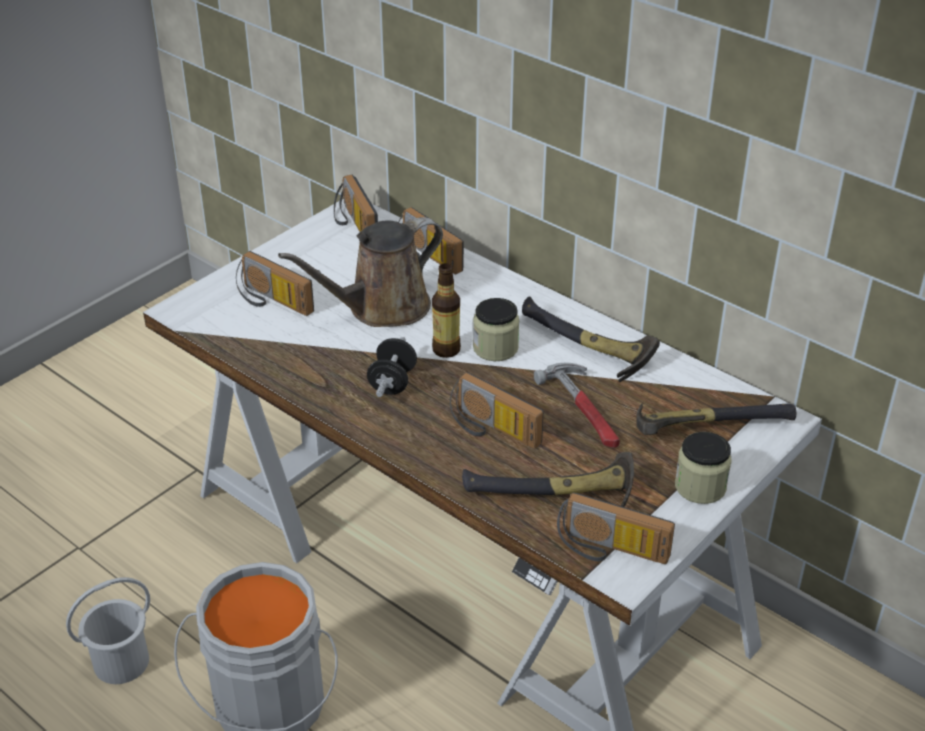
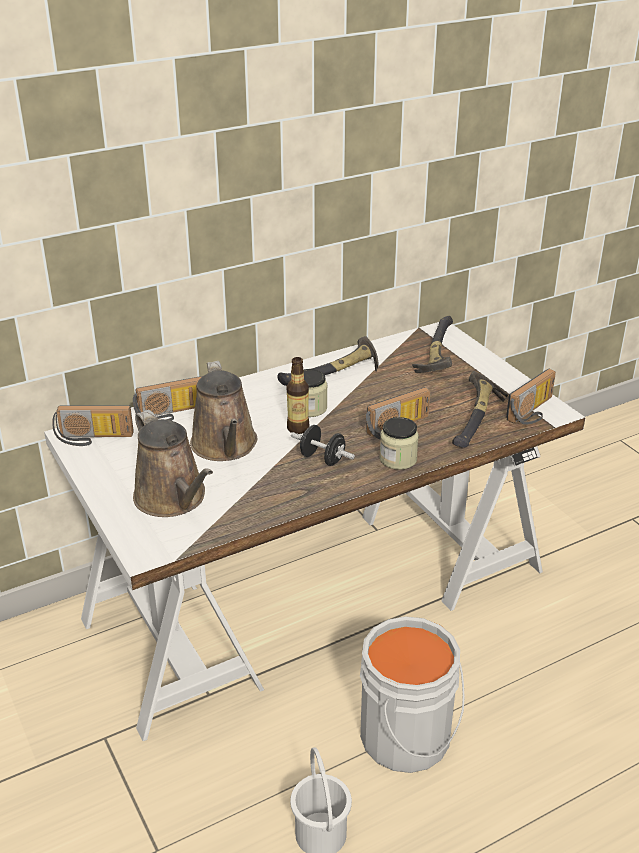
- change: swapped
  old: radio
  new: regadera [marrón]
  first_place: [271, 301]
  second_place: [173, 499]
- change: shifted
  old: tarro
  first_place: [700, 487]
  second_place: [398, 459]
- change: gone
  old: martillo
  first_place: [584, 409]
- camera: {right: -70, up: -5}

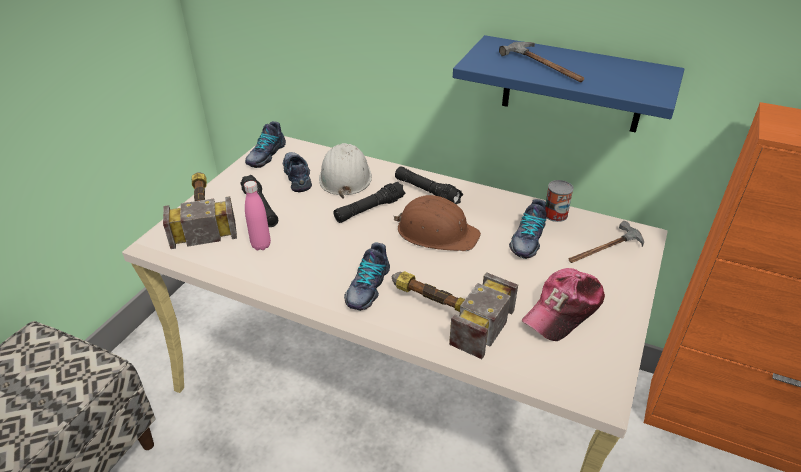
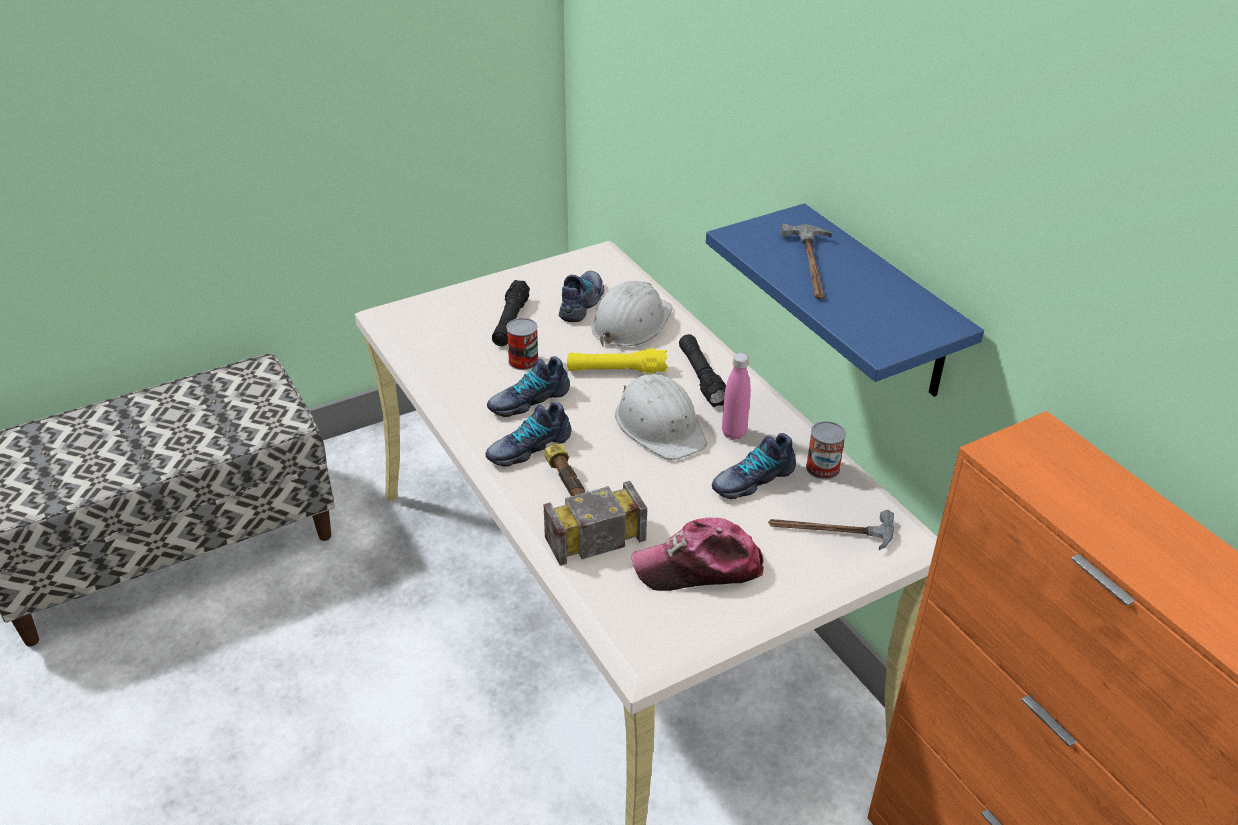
- change: shifted
  old: zapato
  first_place: [265, 155]
  second_place: [528, 400]
- change: new
  new: lata
  second_place: [523, 361]
- change: repainted
  old: linterna [negro]
  new: linterna [amarillo]
  first_place: [369, 209]
  second_place: [616, 370]
- change: repainted
  old: casco [marrón]
  new: casco [blanco]
  first_place: [436, 232]
  second_place: [660, 426]
- change: shifted
  old: botella [rosa]
  first_place: [261, 245]
  second_place: [733, 433]
- change: gone
  old: martillo
  first_place: [202, 213]
- camera: {right: 35, up: 0}

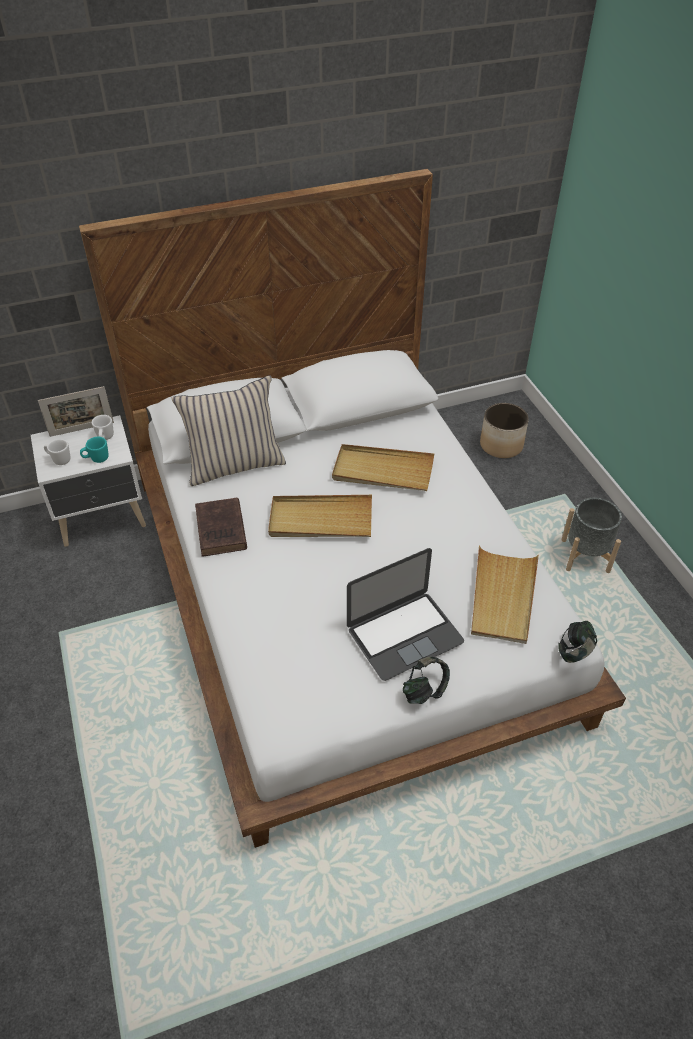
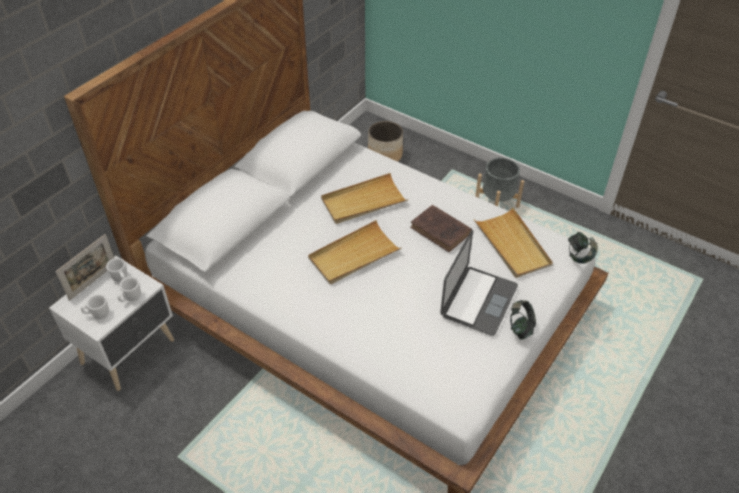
- change: repainted
  old: taza grande [turquesa]
  new: taza grande [blanco]
  first_place: [96, 459]
  second_place: [130, 298]
- change: shifted
  old: libro [marrón]
  first_place: [221, 531]
  second_place: [441, 231]
- change: gone
  old: cojín [beis]
  first_place: [234, 465]
- camera: {right: -35, up: 0}

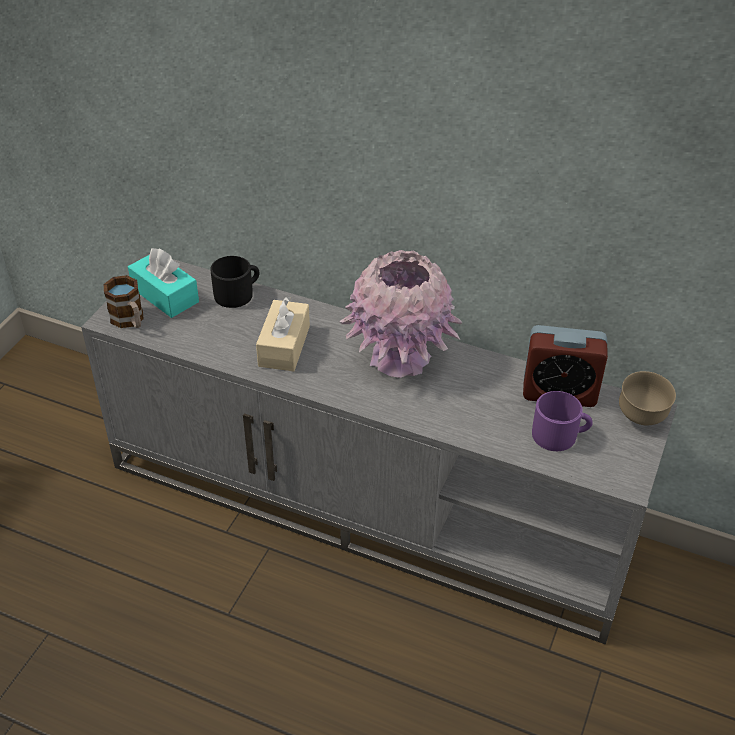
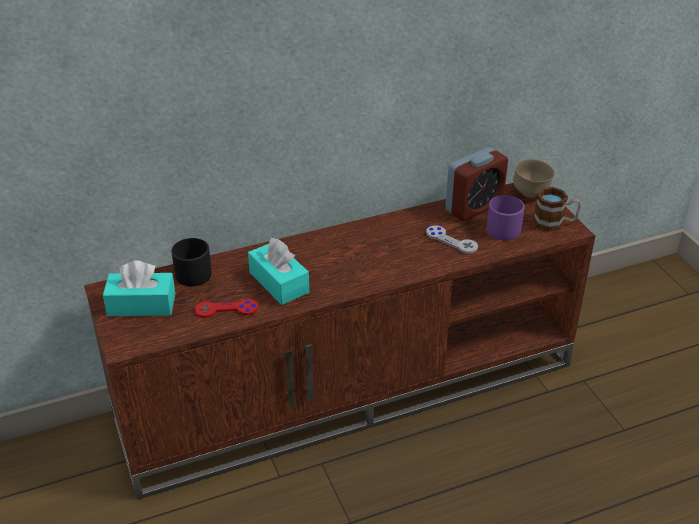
- change: repainted
  old: mueble de televisión [gris]
  new: mueble de televisión [marrón]
  first_place: [371, 504]
  second_place: [349, 389]
- change: new
  new: mando de consola [rojo]
  second_place: [226, 310]
- change: repainted
  old: caja de pañuelos [beis]
  new: caja de pañuelos [turquesa]
  first_place: [284, 346]
  second_place: [279, 282]
- change: new
  new: mando de consola [gris]
  second_place: [451, 240]
- change: shifted
  old: taza grande
  first_place: [130, 321]
  second_place: [555, 223]
- change: gone
  old: florero [rosa]
  first_place: [399, 357]
- camera: {right: -45, up: -5}

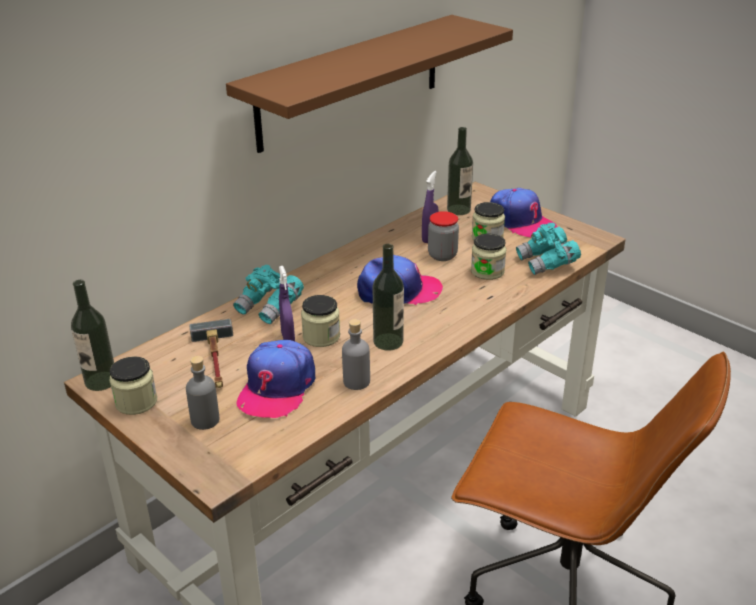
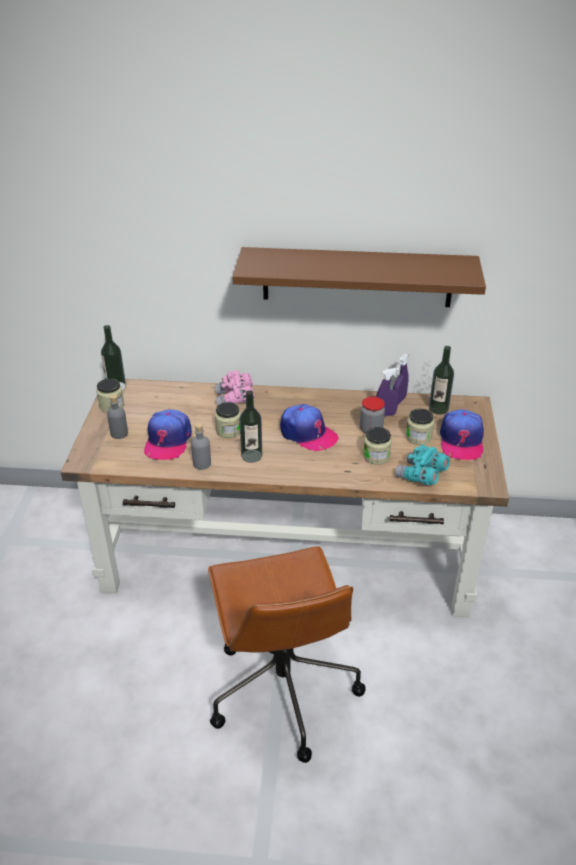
- change: rotated
  old: gorra
  first_place: [277, 388]
  second_place: [168, 440]
  degrees: -60
- change: repainted
  old: prismáticos [turquesa]
  new: prismáticos [rosa]
  first_place: [270, 307]
  second_place: [235, 399]
- change: shifted
  old: pulverizador [morado]
  first_place: [288, 339]
  second_place: [398, 400]
- change: gone
  old: martillo
  first_place: [215, 360]
- camera: {right: 50, up: 5}

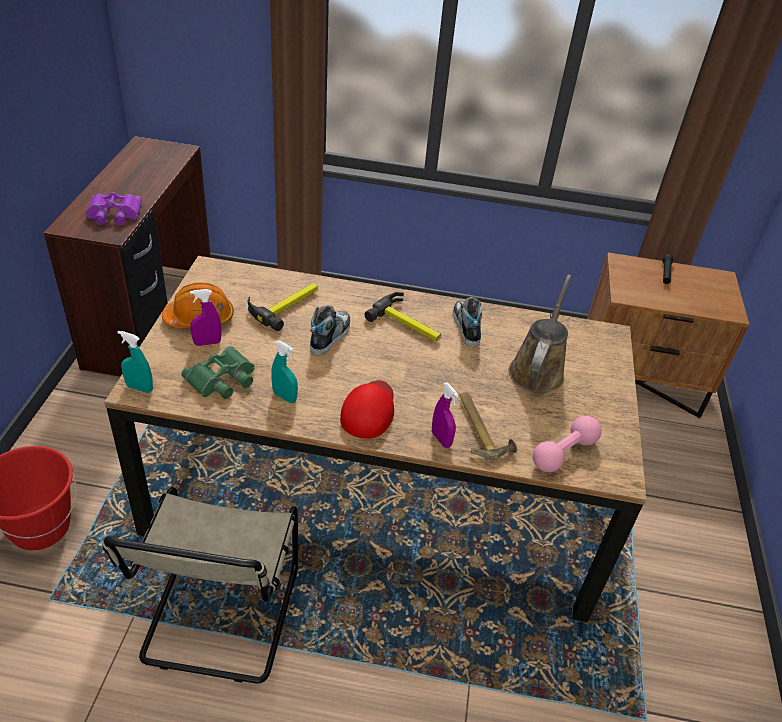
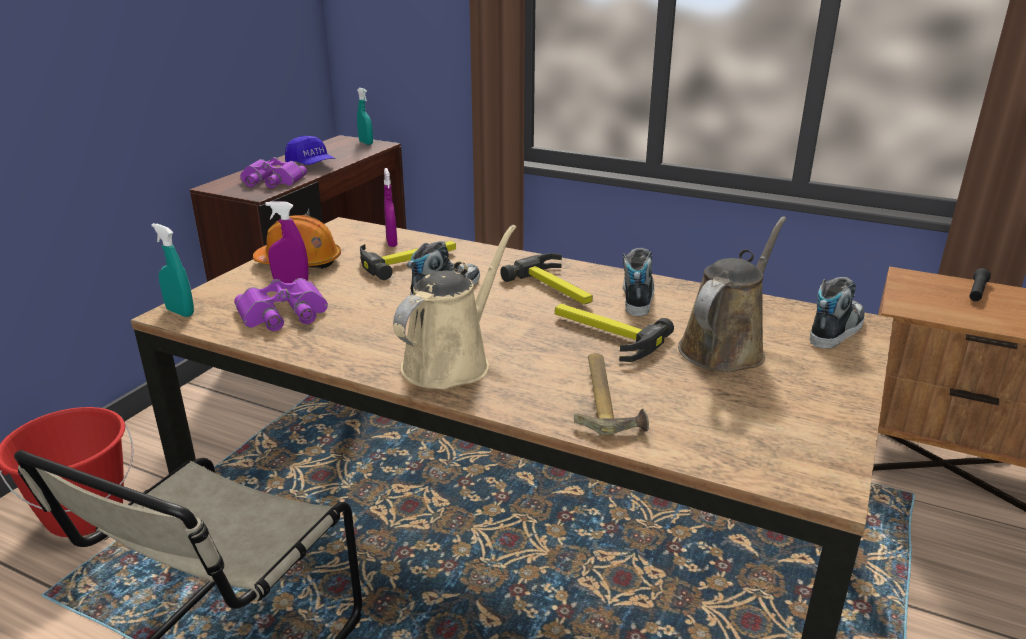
- change: repainted
  old: prismáticos [verde]
  new: prismáticos [morado]
  first_place: [222, 379]
  second_place: [283, 314]
- change: new
  new: gorra [azul]
  second_place: [311, 165]
- change: shifted
  old: pulverizador [turquesa]
  first_place: [284, 397]
  second_place: [366, 143]
- change: shifted
  old: pulverizador [morado]
  first_place: [441, 439]
  second_place: [392, 243]
- change: swapped
  old: gorra [rojo]
  new: regadera [beis]
  first_place: [369, 410]
  second_place: [451, 362]
- change: new
  new: martillo
  second_place: [603, 334]
- change: new
  new: zapato
  second_place: [835, 330]
- change: gone
  old: mancuerna [rosa]
  first_place: [564, 453]
- camera: {right: 20, up: -15}

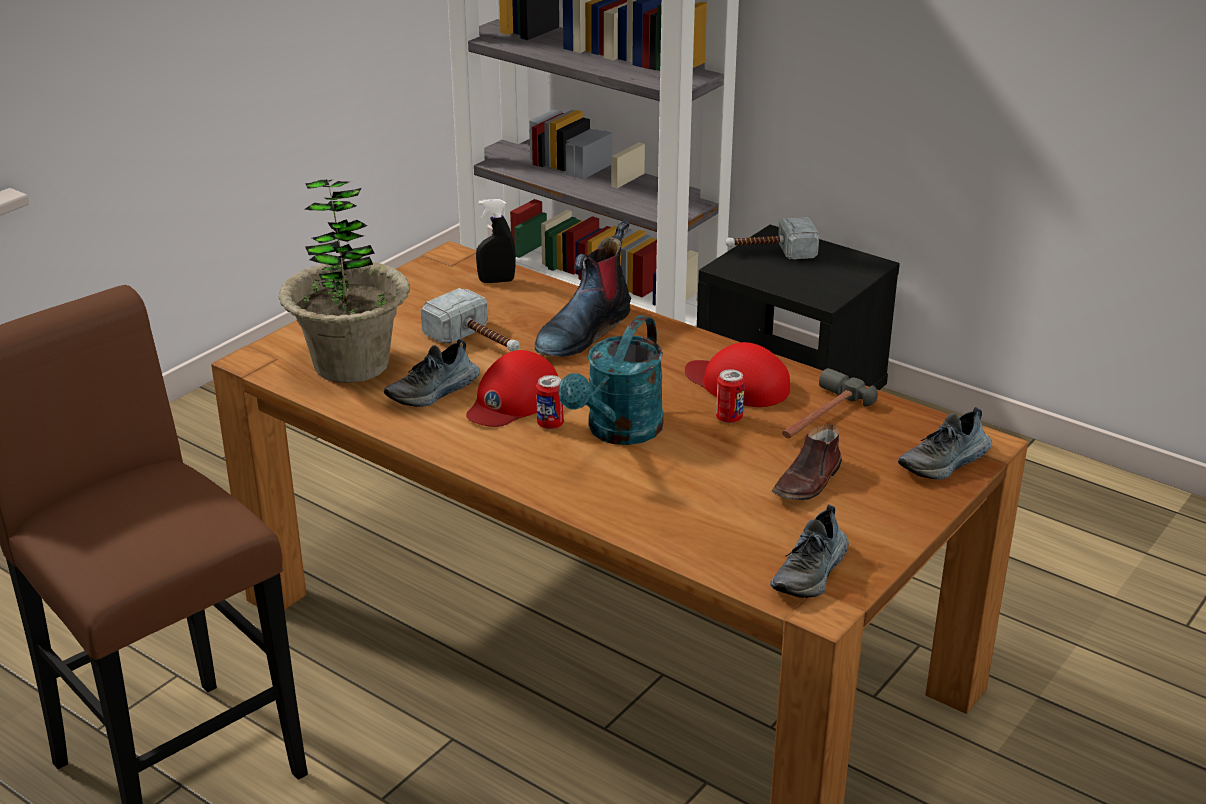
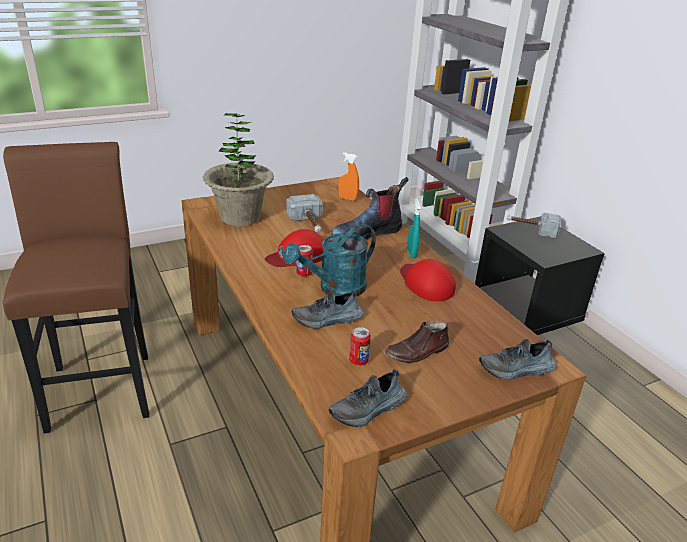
- change: shifted
  old: zapato
  first_place: [434, 392]
  second_place: [327, 320]
- change: repainted
  old: pulverizador [negro]
  new: pulverizador [naranja]
  first_place: [496, 281]
  second_place: [348, 199]
- change: shifted
  old: lata
  first_place: [729, 418]
  second_place: [358, 361]
- change: new
  new: pulverizador [turquesa]
  second_place: [411, 253]
- change: gone
  old: martillo
  first_place: [819, 417]
- camera: {right: 25, up: 0}

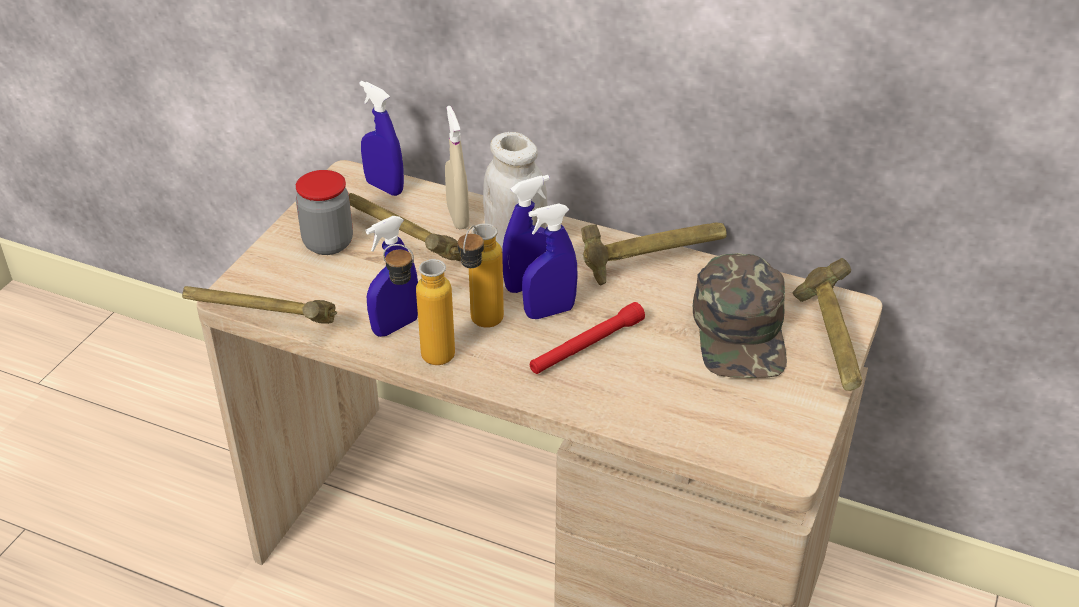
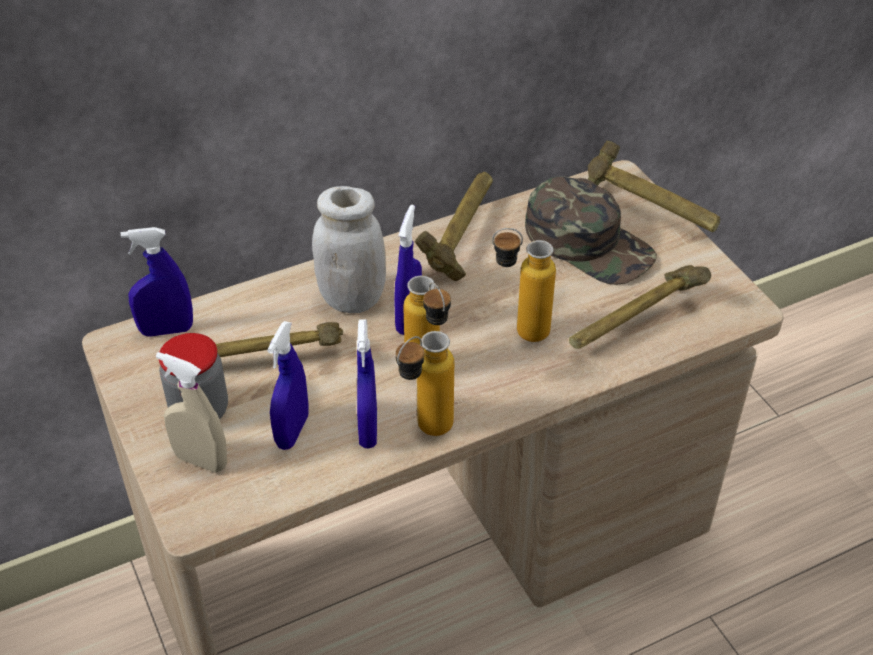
- change: shifted
  old: pulverizador [beis]
  first_place: [458, 217]
  second_place: [201, 460]
- change: shifted
  old: pulverizador [azul]
  first_place: [549, 312]
  second_place: [292, 431]
- change: swapped
  old: linterna [rojo]
  new: botella
  first_place: [586, 346]
  second_place: [519, 331]
- change: shifted
  old: martillo
  first_place: [262, 321]
  second_place: [633, 324]
- camera: {right: -50, up: 5}

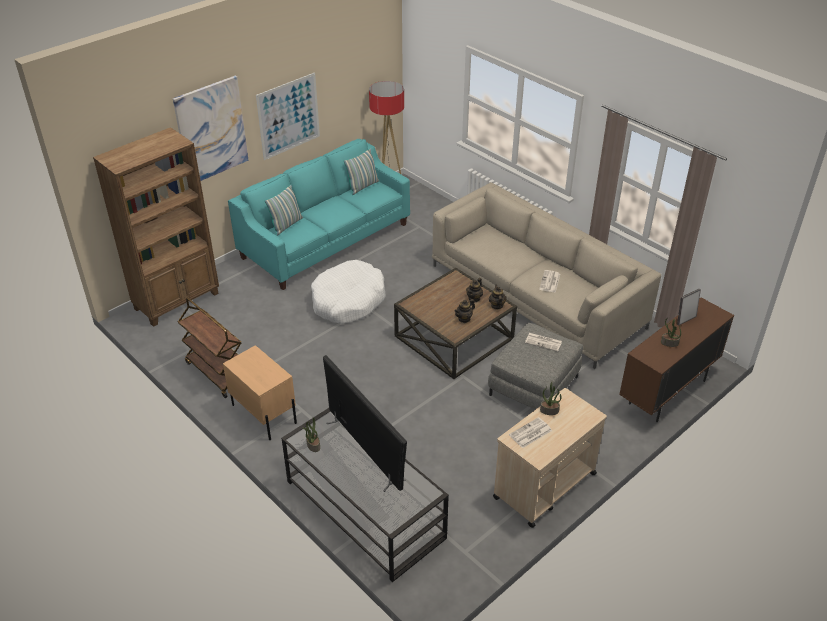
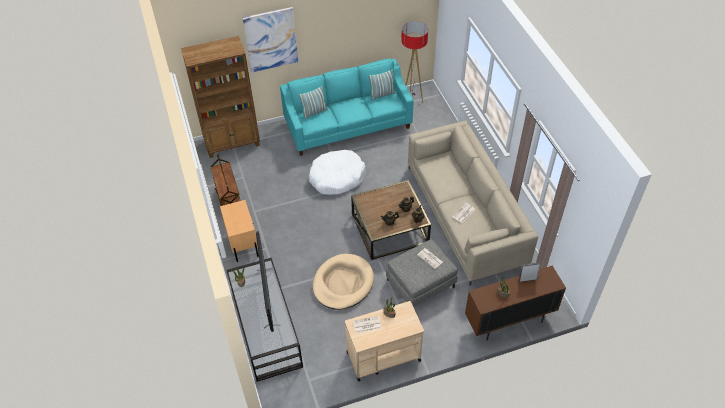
- change: new
  new: cama para perro [beis]
  second_place: [343, 283]
- change: gone
  old: cuadro
  first_place: [288, 116]
- camera: {right: 25, up: 10}

